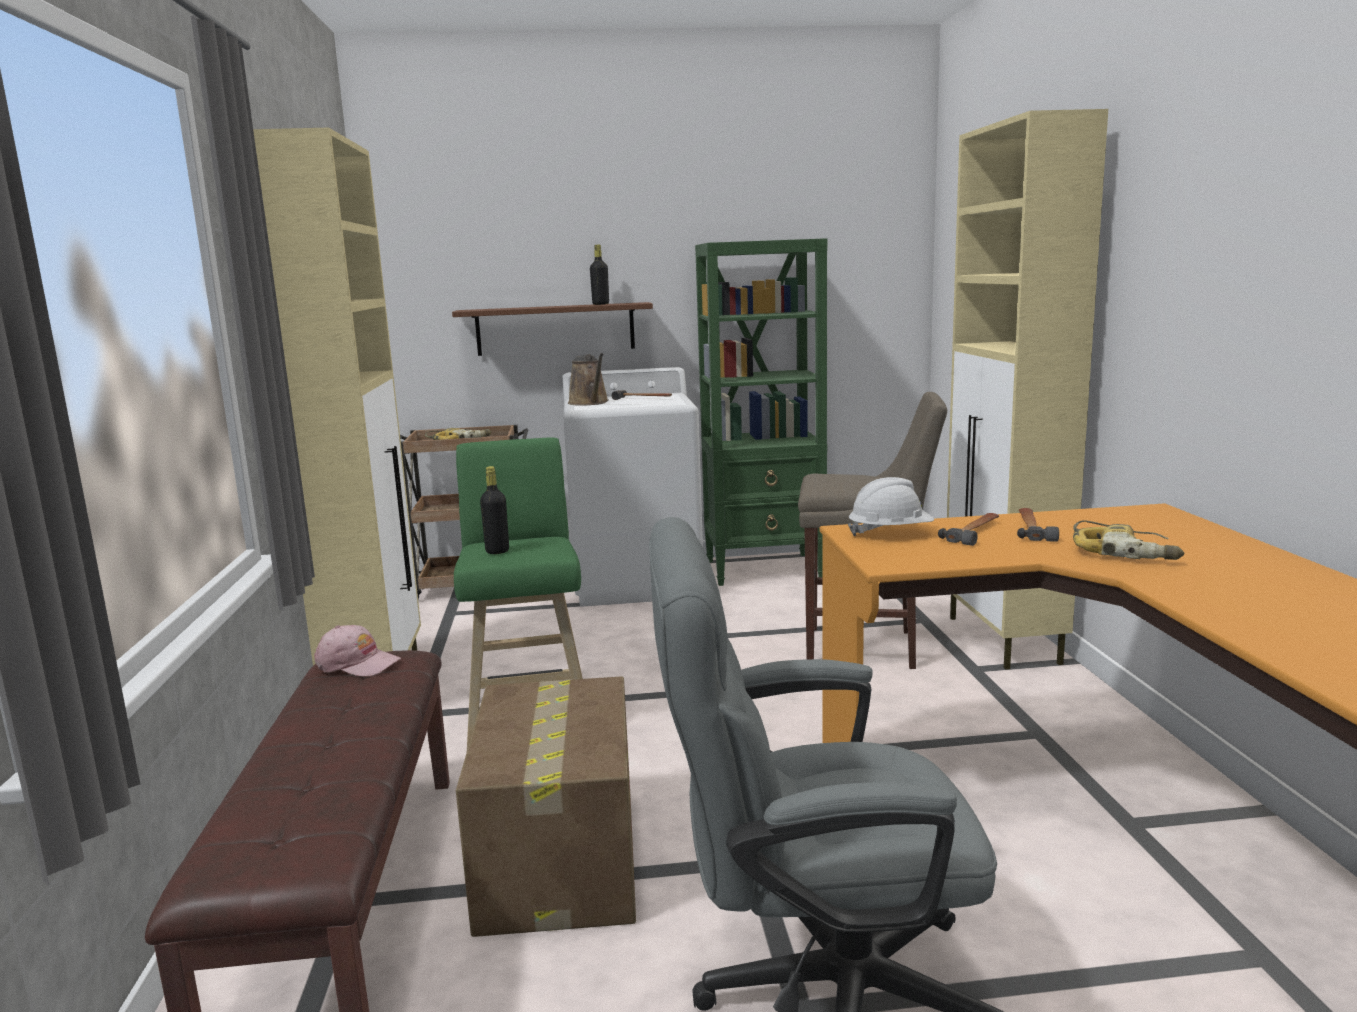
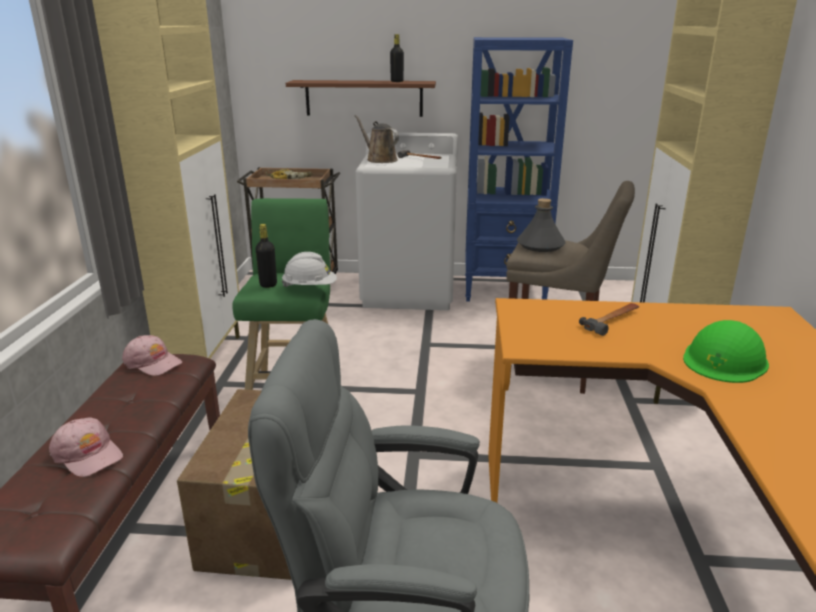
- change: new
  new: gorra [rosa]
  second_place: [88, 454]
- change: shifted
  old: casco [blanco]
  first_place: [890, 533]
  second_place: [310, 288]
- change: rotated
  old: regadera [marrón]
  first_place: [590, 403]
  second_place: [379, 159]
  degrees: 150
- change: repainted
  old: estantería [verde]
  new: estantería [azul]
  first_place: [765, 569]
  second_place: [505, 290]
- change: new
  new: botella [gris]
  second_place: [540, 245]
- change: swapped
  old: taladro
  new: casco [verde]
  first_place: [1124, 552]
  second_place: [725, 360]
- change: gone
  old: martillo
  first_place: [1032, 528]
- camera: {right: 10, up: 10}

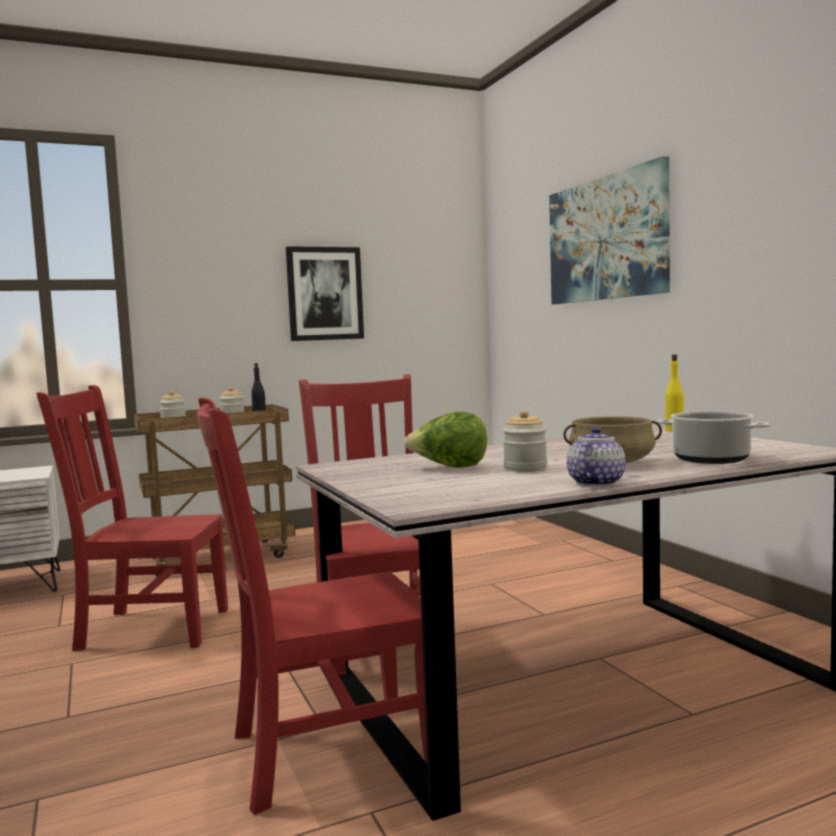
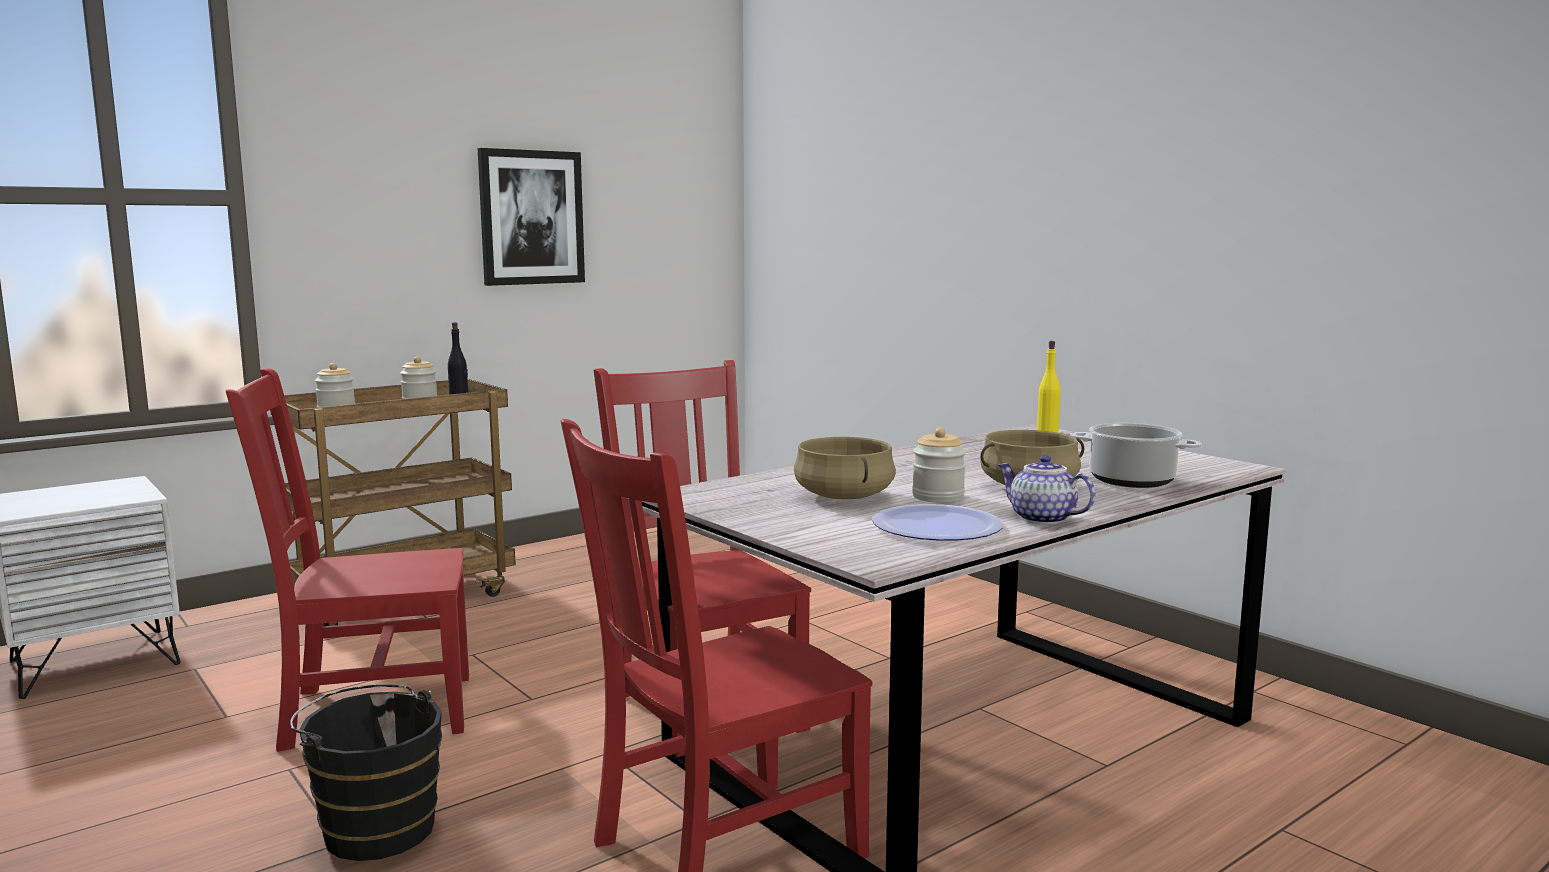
- change: new
  new: cubo [negro]
  second_place: [375, 827]
- change: swapped
  old: lechuga
  new: olla [beis]
  first_place: [449, 468]
  second_place: [845, 496]
- change: new
  new: plato
  second_place: [936, 527]
- change: rotated
  old: tetera
  first_place: [594, 483]
  second_place: [1041, 519]
  degrees: -60
- change: gone
  old: cuadro
  first_place: [606, 239]
- camera: {right: -15, up: 5}

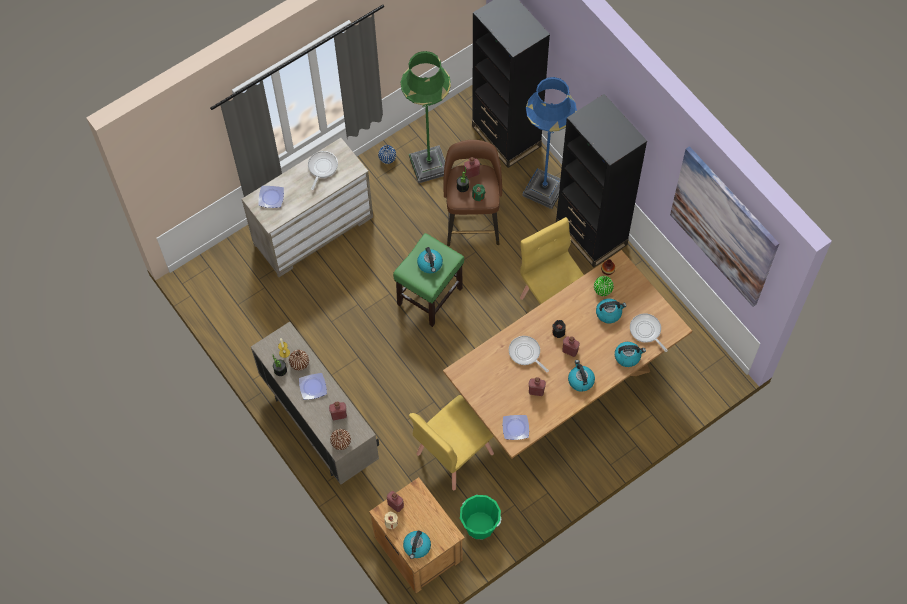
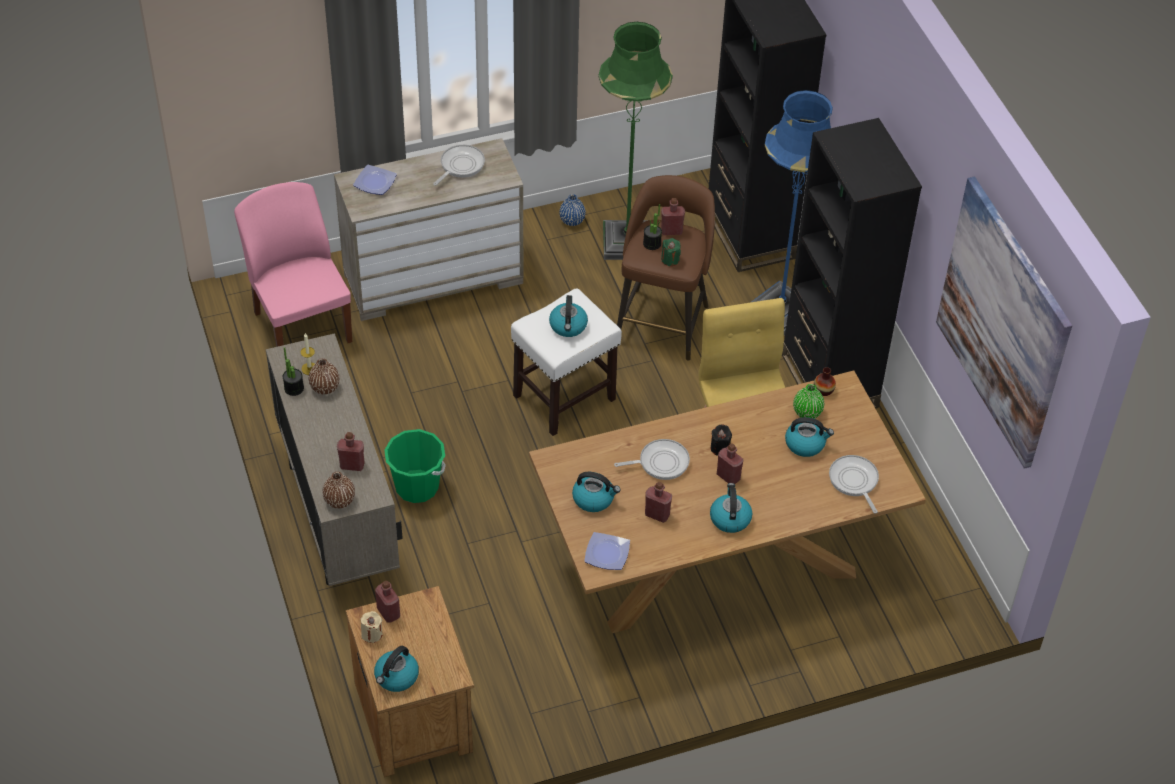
- change: new
  new: silla [rosa]
  second_place: [302, 325]
- change: shifted
  old: cubo [verde]
  first_place: [480, 525]
  second_place: [417, 486]
- change: repainted
  old: taburete [verde]
  new: taburete [blanco]
  first_place: [430, 295]
  second_place: [565, 397]
- change: shifted
  old: hervidor
  first_place: [628, 356]
  second_place: [594, 499]
- change: rotated
  old: sartén
  first_place: [525, 353]
  second_place: [660, 462]
  degrees: 105
- change: gone
  old: plato
  first_place: [313, 386]
- change: gone
  old: silla [amarillo]
  first_place: [454, 453]
- camera: {right: 15, up: -15}

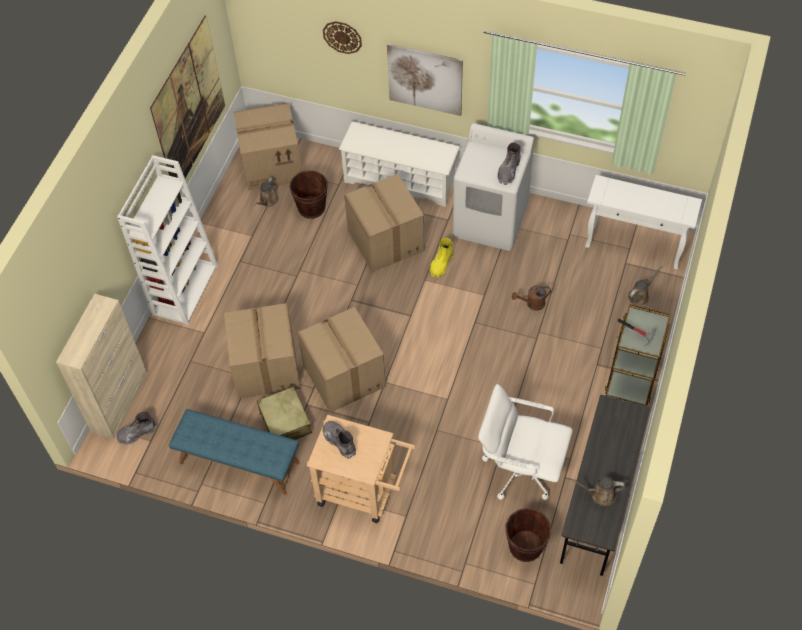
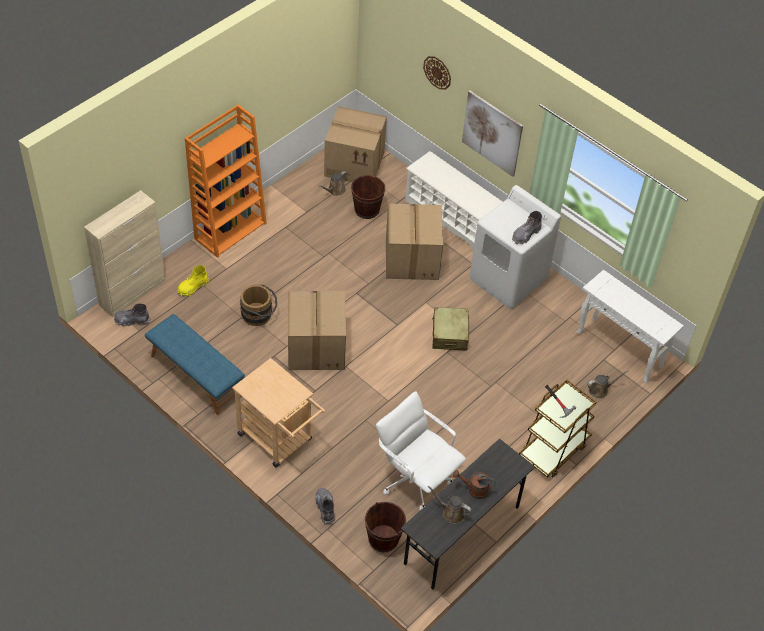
- change: shifted
  old: bota [amarillo]
  first_place: [441, 264]
  second_place: [192, 287]
- change: repainted
  old: estantería [blanco]
  new: estantería [naranja]
  first_place: [185, 289]
  second_place: [230, 230]
- change: swapped
  old: caja de cartón
  new: cubo [marrón]
  first_place: [267, 367]
  second_place: [259, 315]
- change: shifted
  old: bota [gris]
  first_place: [339, 441]
  second_place: [325, 508]
- change: shifted
  old: maleta [beis]
  first_place: [285, 422]
  second_place: [449, 334]
- change: shifted
  old: regadera [marrón]
  first_place: [532, 304]
  second_place: [474, 490]
- change: gone
  old: cuadro
  first_place: [189, 106]
- camera: {right: 20, up: -5}

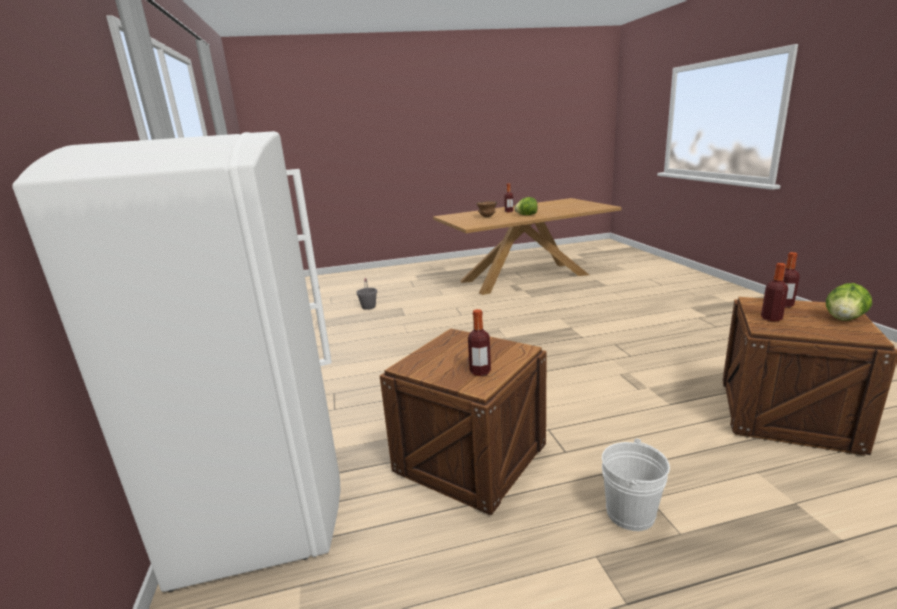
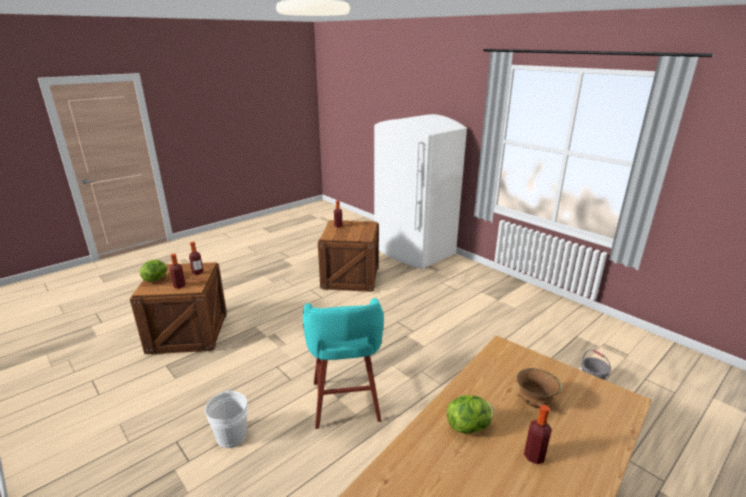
- change: shifted
  old: cubo [blanco]
  first_place: [630, 513]
  second_place: [231, 436]
- change: new
  new: taburete [turquesa]
  second_place: [345, 403]
- camera: {right: 150, up: 5}

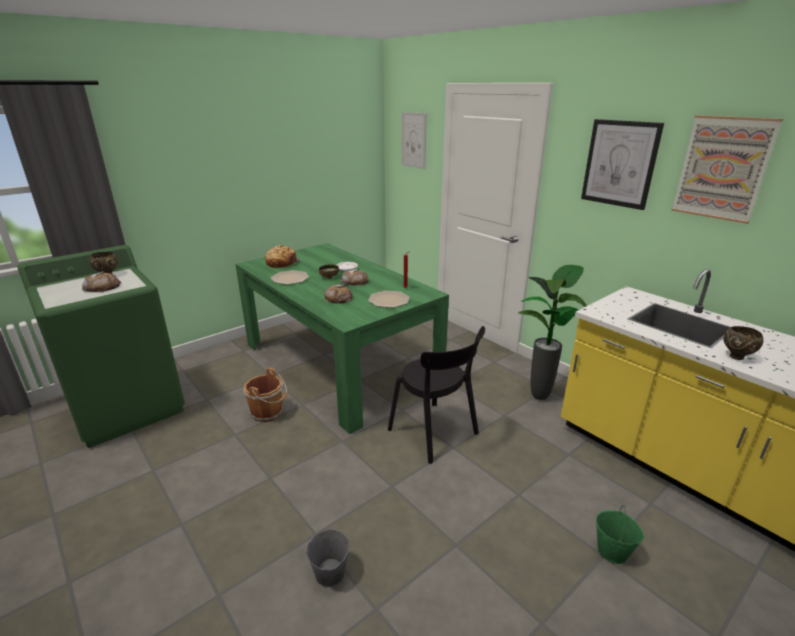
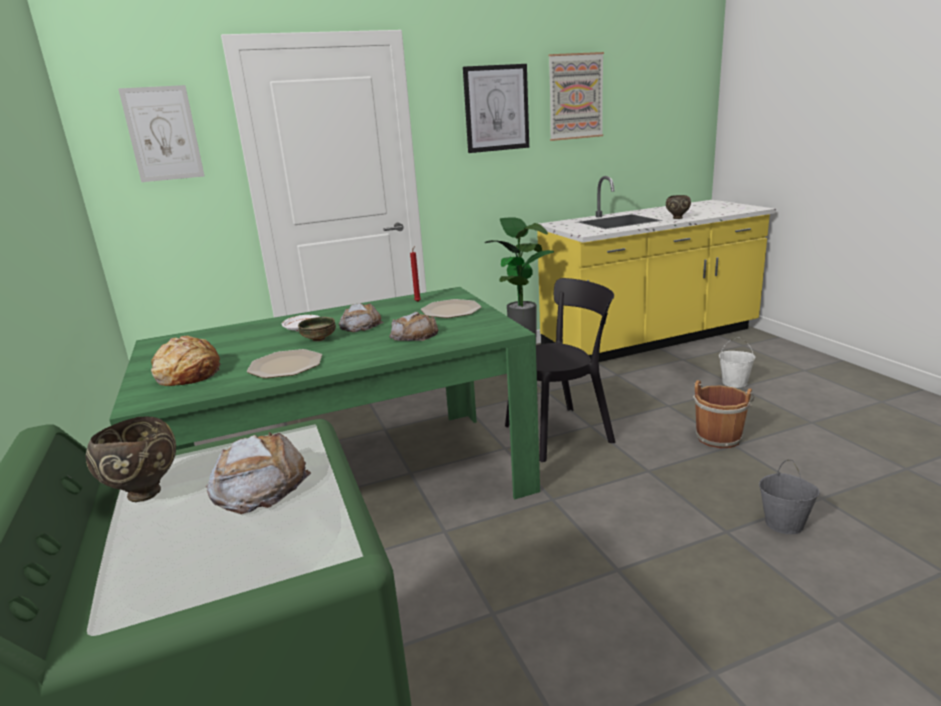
- change: shifted
  old: cubo [marrón]
  first_place: [268, 412]
  second_place: [718, 437]
- change: repainted
  old: cubo [verde]
  new: cubo [blanco]
  first_place: [612, 551]
  second_place: [734, 383]
- camera: {right: -70, up: -5}

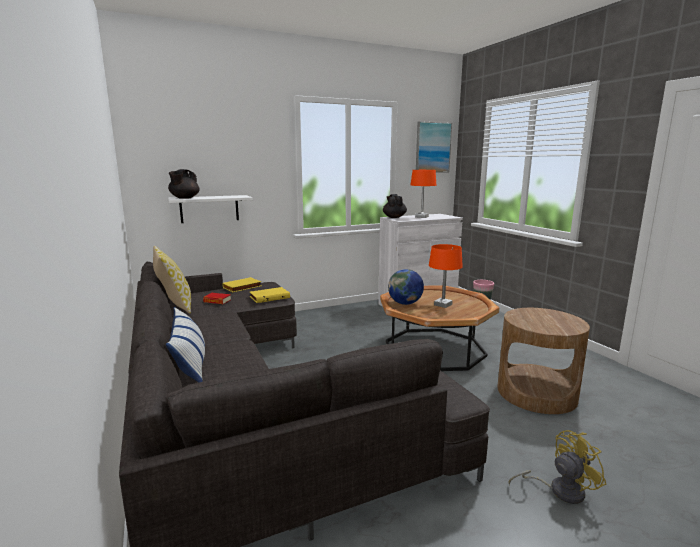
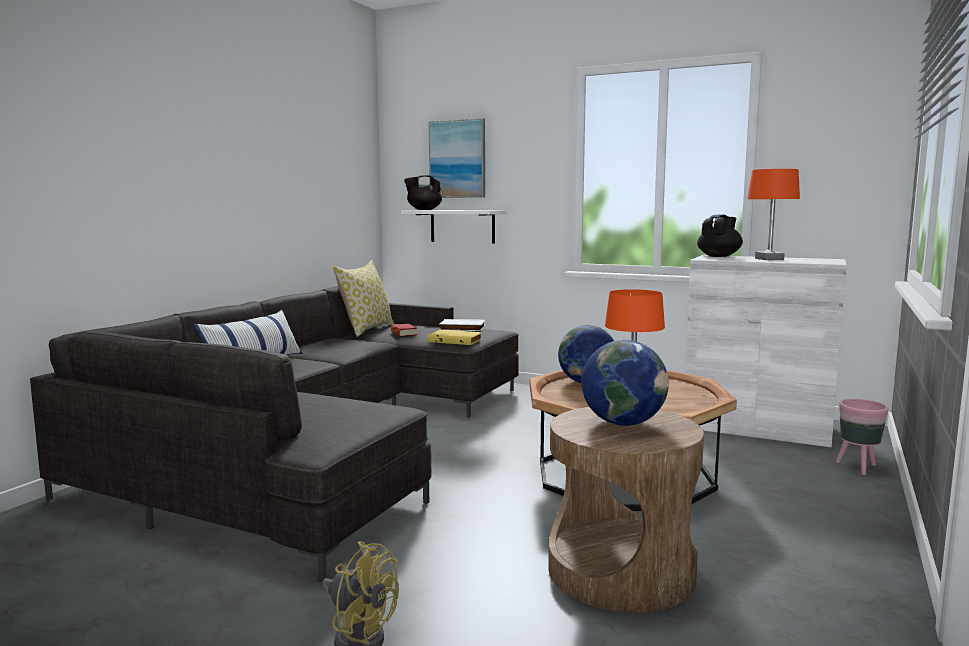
- change: shifted
  old: cuadro
  first_place: [432, 147]
  second_place: [457, 159]
- change: repainted
  old: libro [amarillo]
  new: libro [blanco]
  first_place: [242, 287]
  second_place: [462, 328]
- change: new
  new: globo terráqueo
  second_place: [623, 423]
- camera: {right: 50, up: -5}

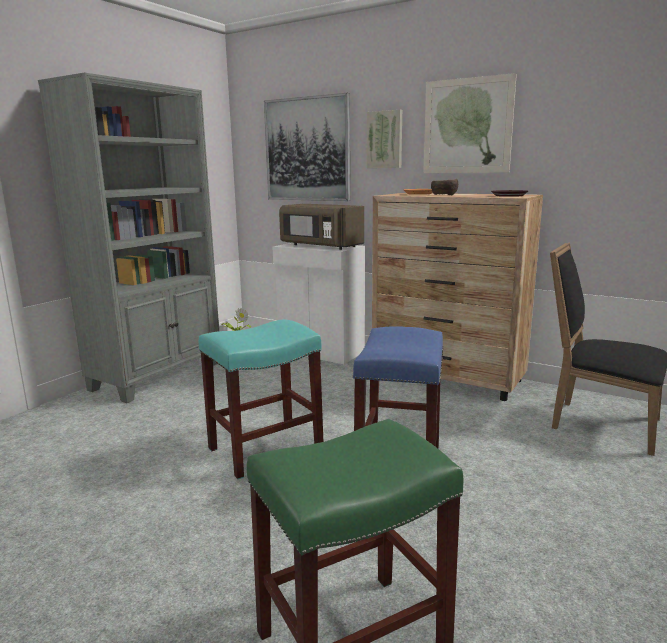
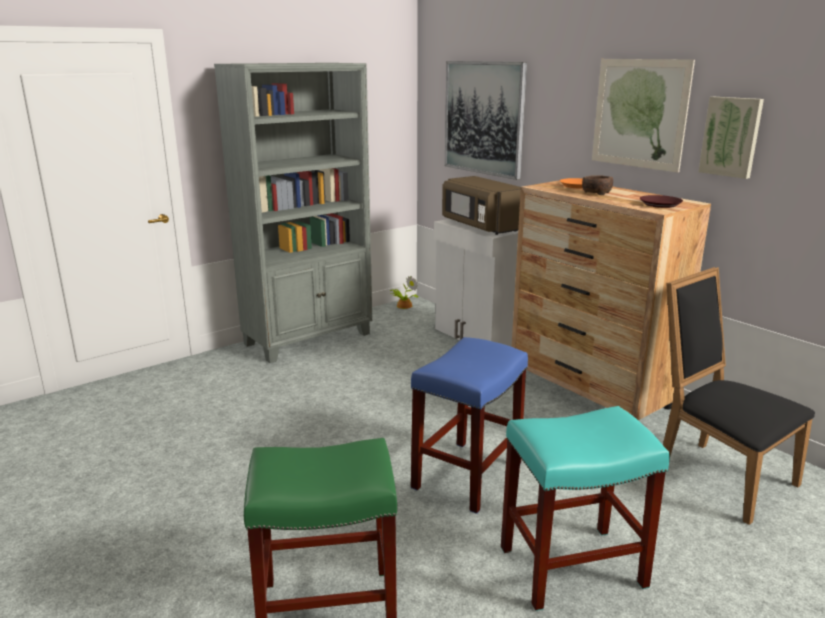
- change: shifted
  old: taburete [turquesa]
  first_place: [266, 448]
  second_place: [572, 566]
- change: shifted
  old: cuadro
  first_place: [385, 139]
  second_place: [731, 136]
- camera: {right: 20, up: 5}

